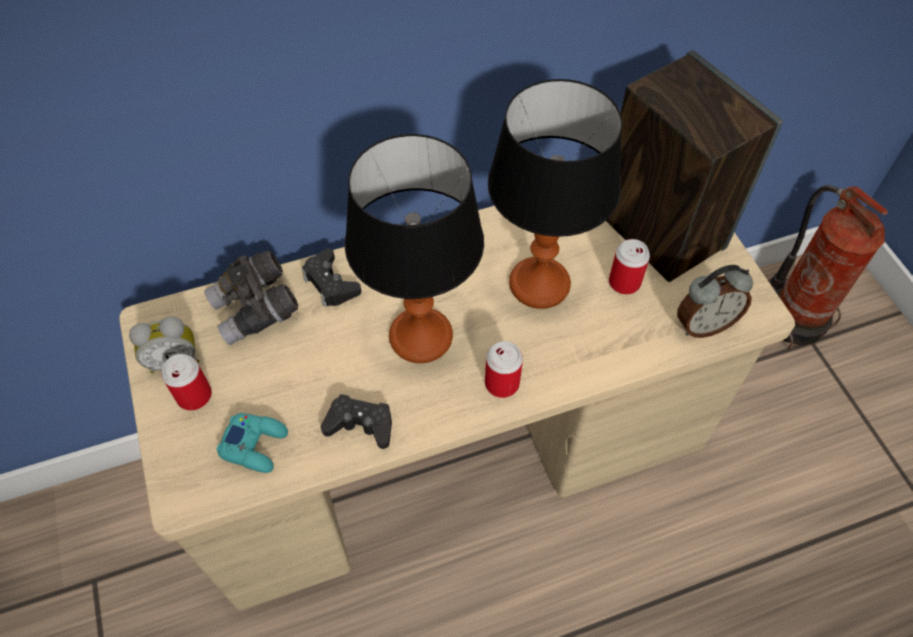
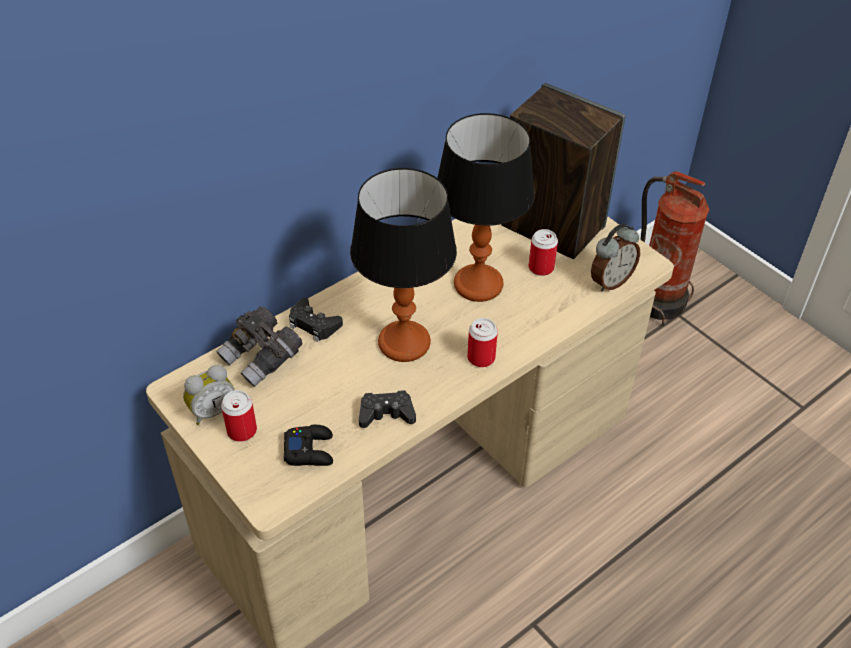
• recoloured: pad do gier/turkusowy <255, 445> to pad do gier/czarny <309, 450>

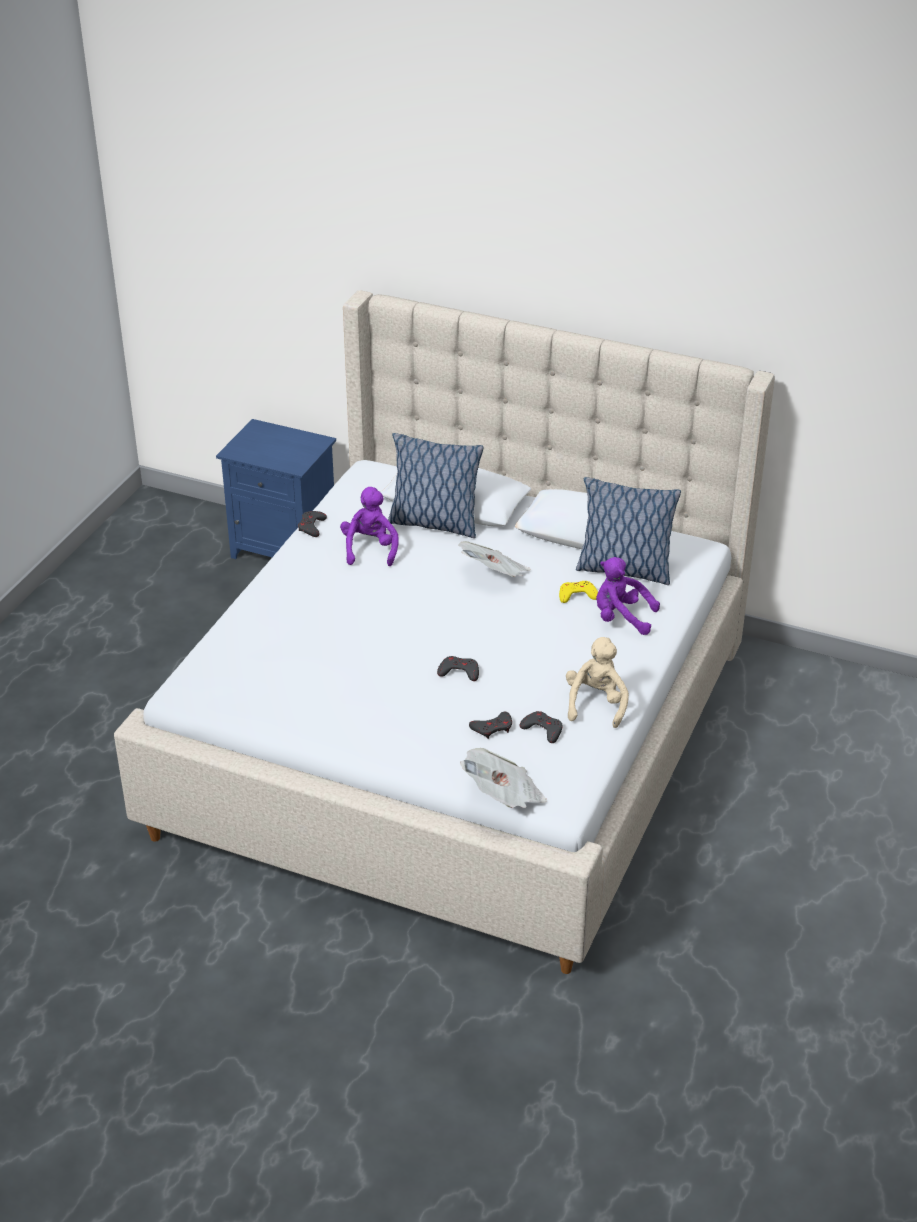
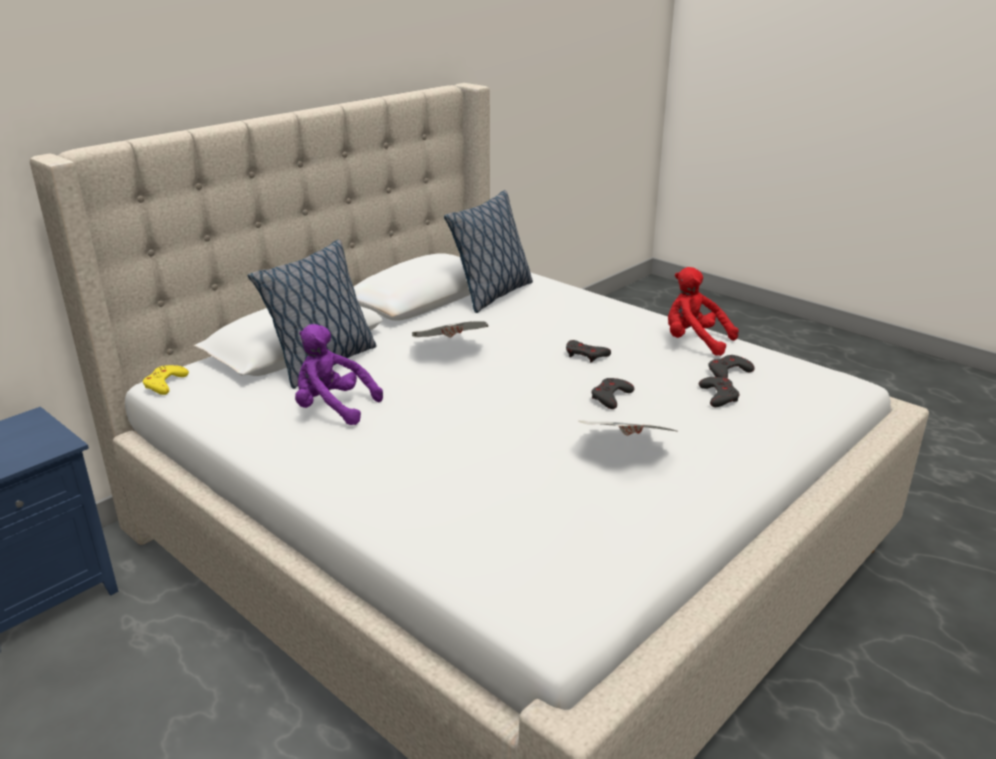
• moved: pad do gier/żółty <577, 595> to <165, 384>
• moved: pad do gier/szary <311, 526> to <586, 355>
• moved: gazeta <503, 796> to <627, 449>
• recoloured: pluszak/beżowy <596, 704> to pluszak/czerwony <694, 342>
• removed: pluszak/fioletowy <621, 618>

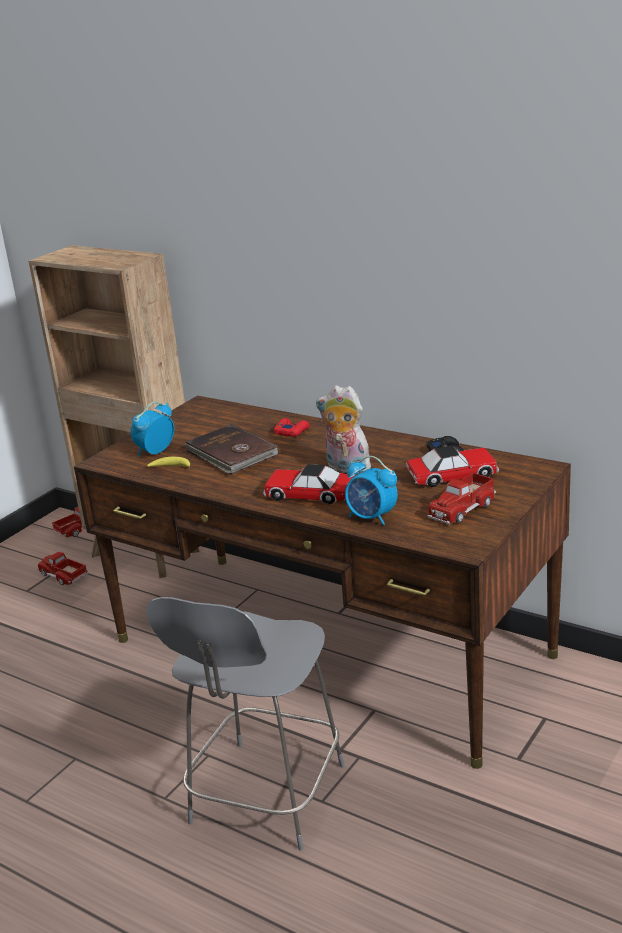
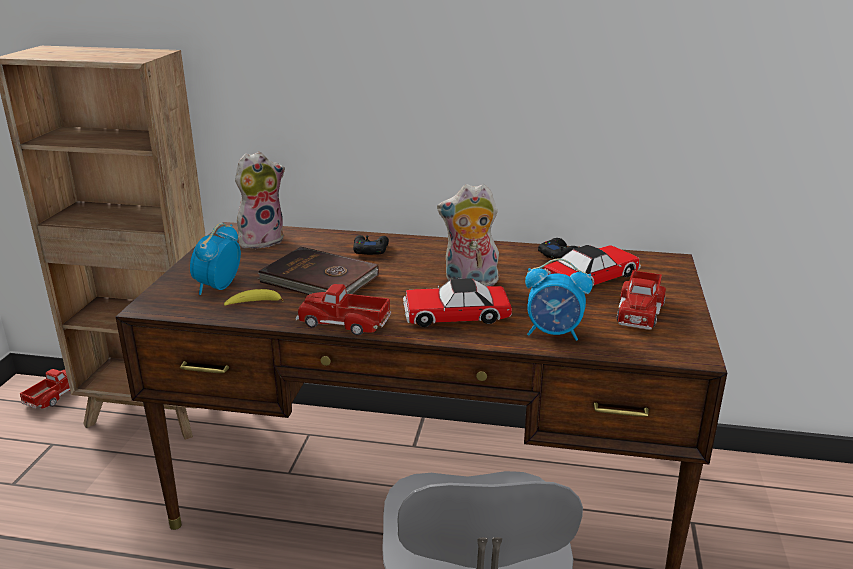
• added: pluszak <262, 240>
• moved: ciężarówka zabawkowa <63, 575> to <343, 322>
• recoloured: pad do gier/czerwony <291, 431> to pad do gier/czarny <370, 250>

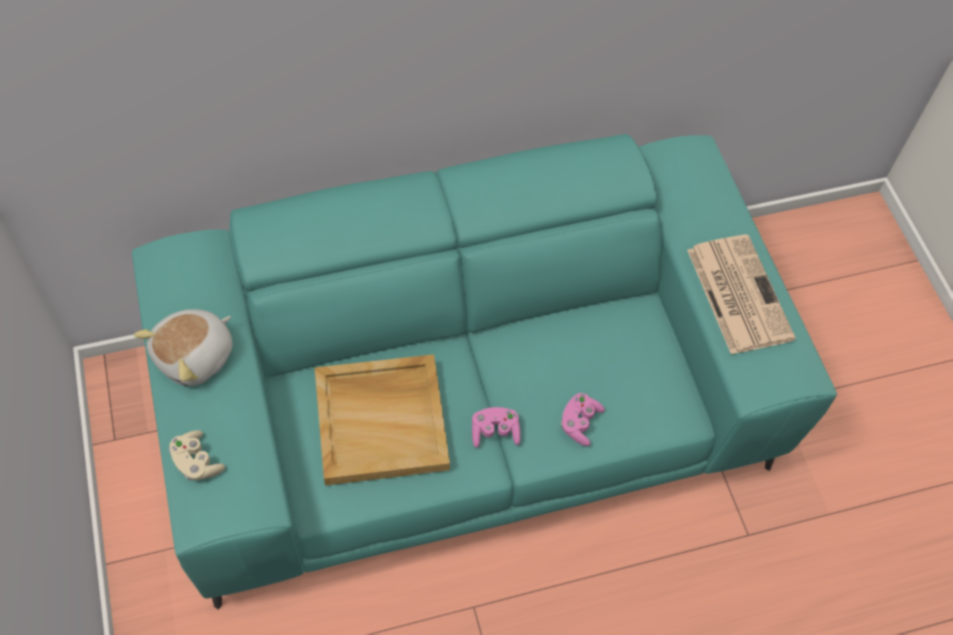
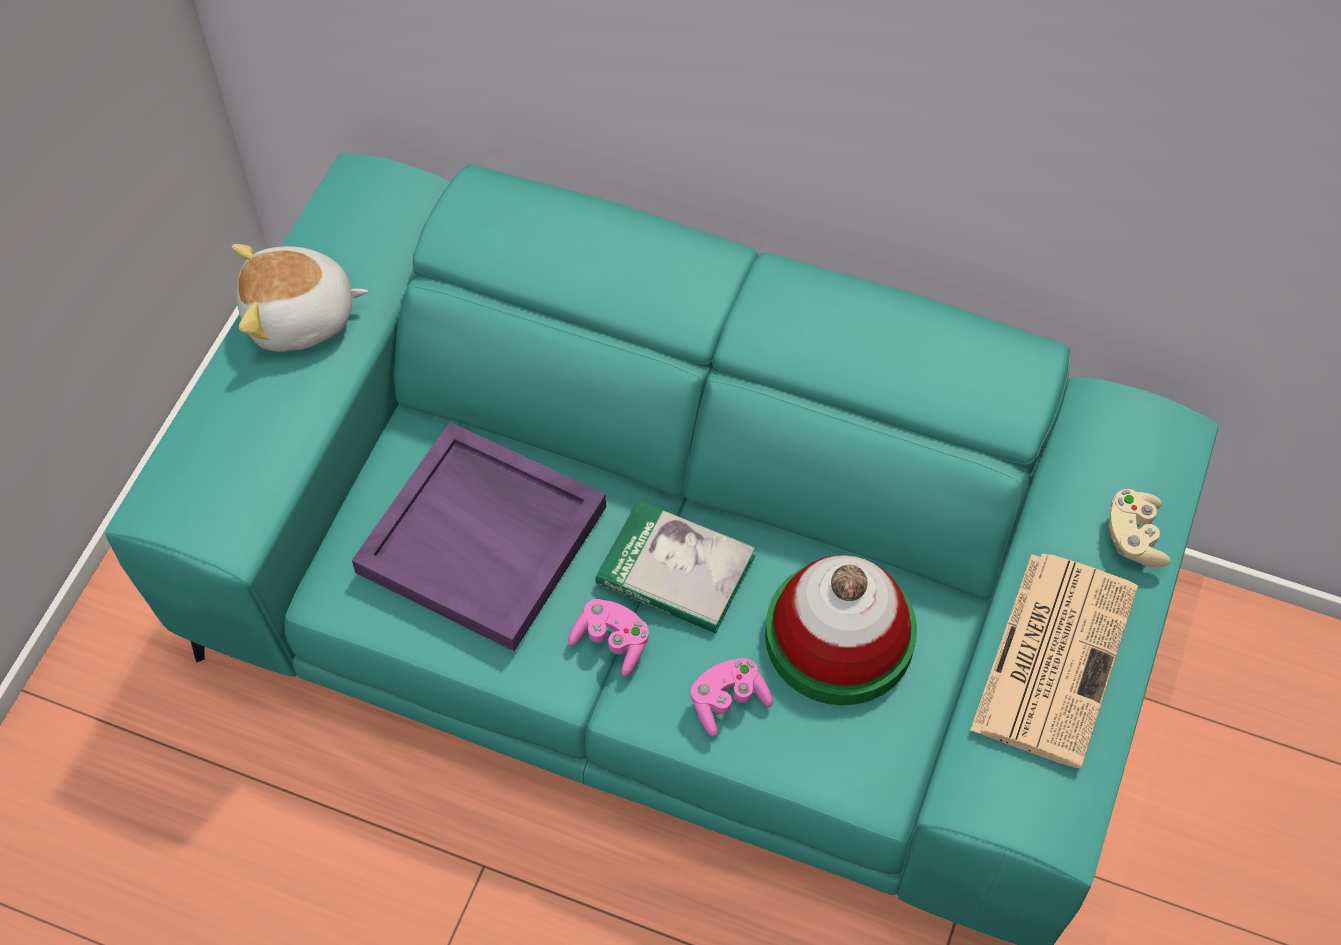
• recoloured: taca/beżowy <382, 420> to taca/fioletowy <484, 538>
• added: książka <675, 570>
• added: kapelusz <839, 636>
• moved: pad do gier/beżowy <197, 462> to <1134, 537>

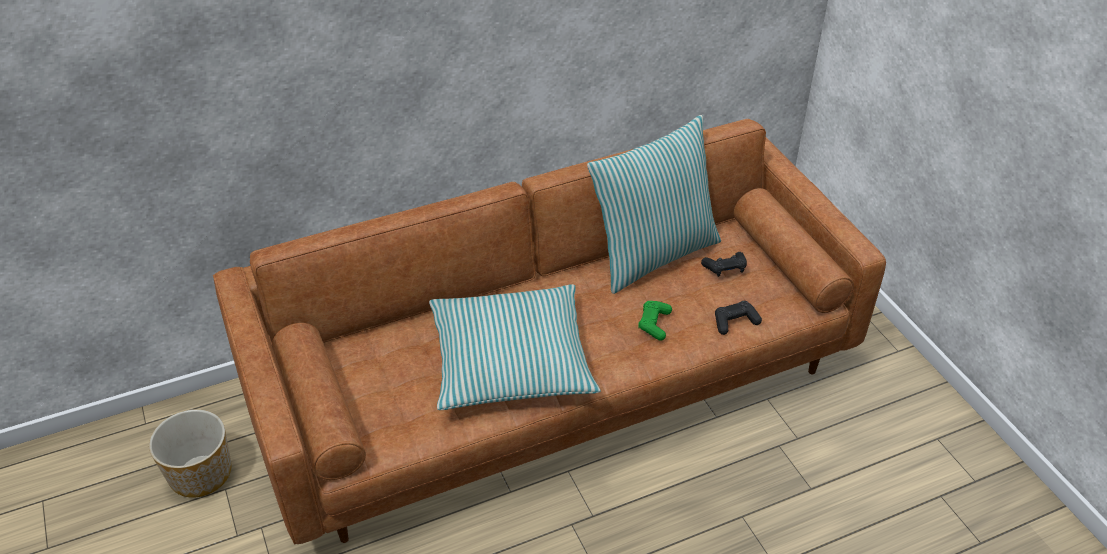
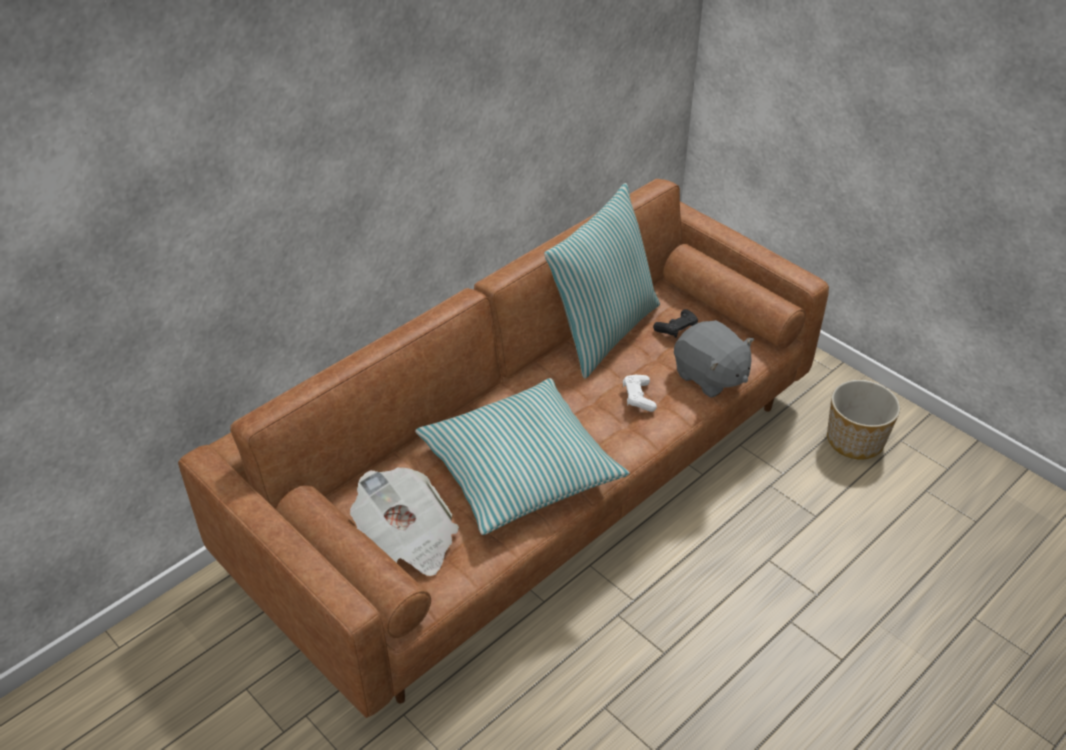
• added: gazeta <408, 539>
• recoloured: pad do gier/zielony <654, 324> to pad do gier/biały <638, 397>
• replaced: pad do gier/czarny <735, 322> to pluszak/szary <710, 377>
• moved: donica <202, 474> to <855, 440>

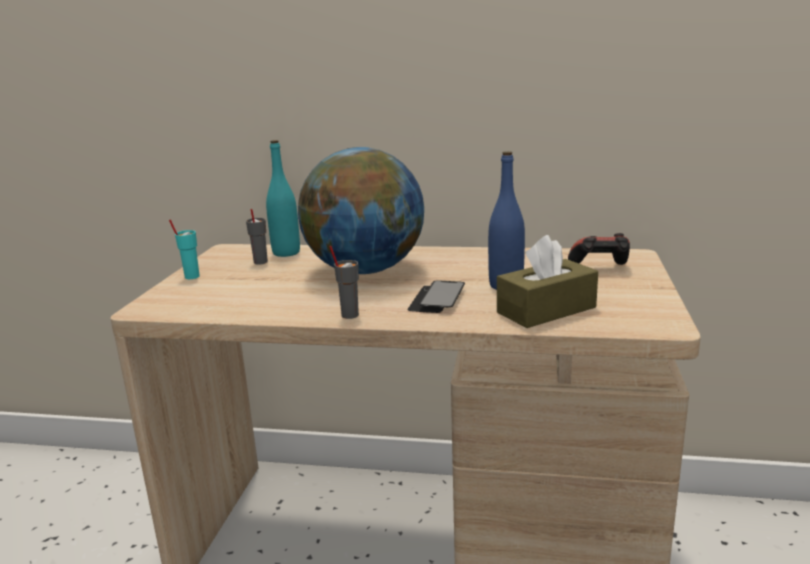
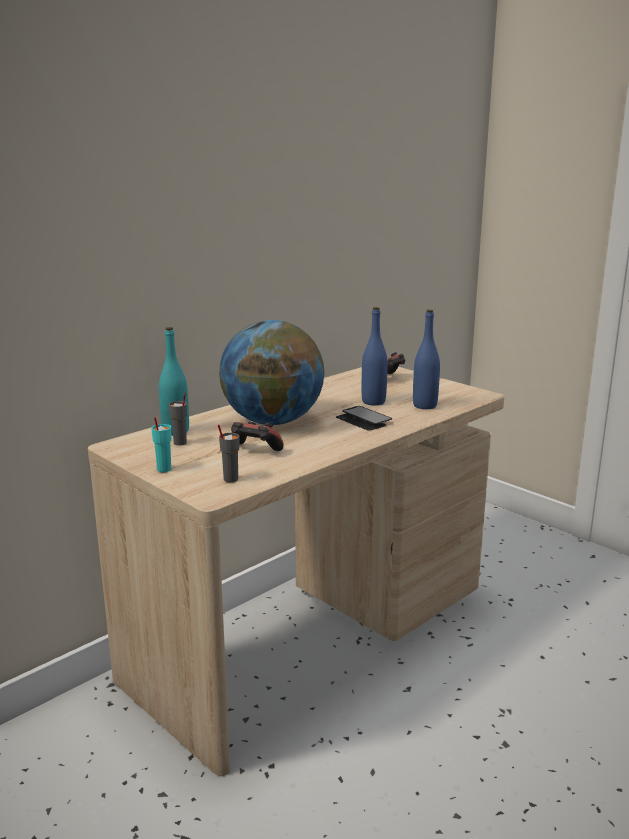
• moved: filiżanka/szary <349, 315> to <230, 479>
• added: pad do gier <255, 451>
• replaced: pudełko chusteczek/brązowy <546, 310> to butelka/niebieski <425, 405>

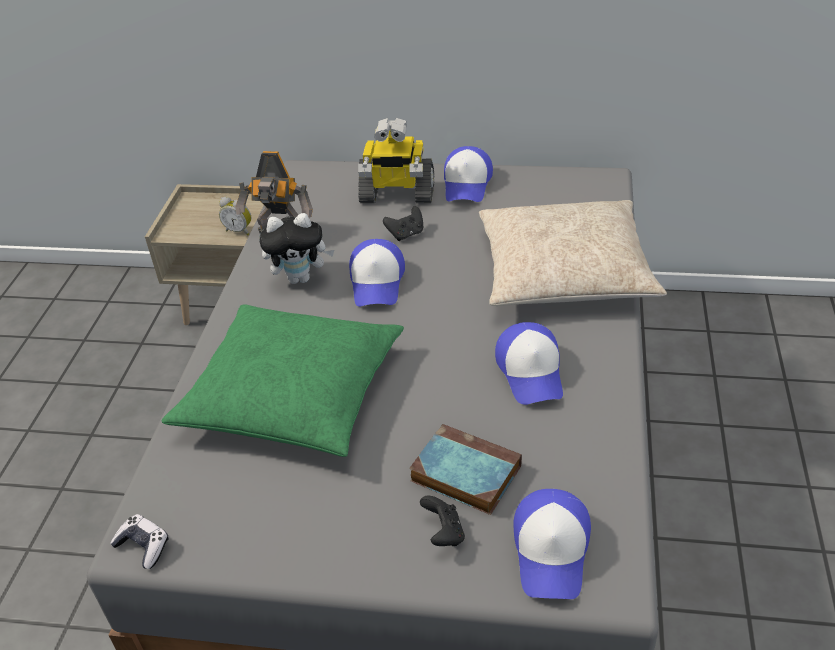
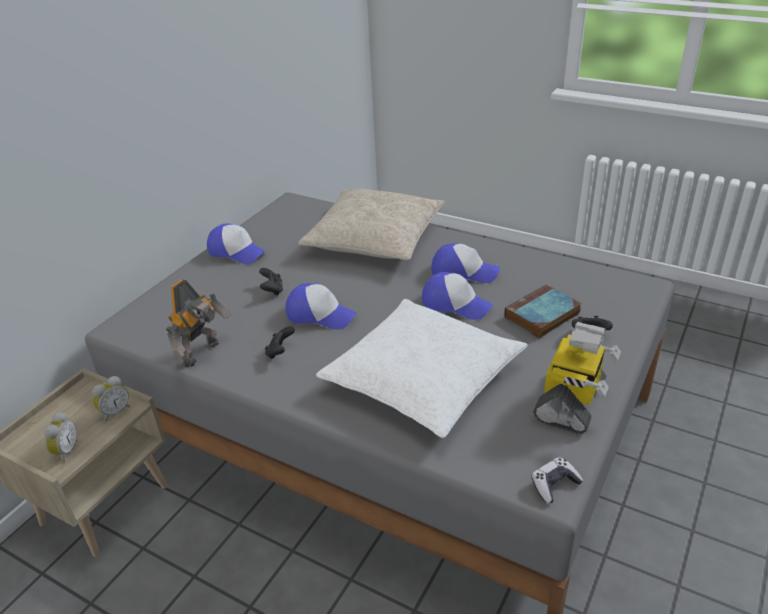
• added: budzik <65, 451>
• replaced: pluszak <301, 278> to pad do gier/czarny <280, 352>
• recoloured: poduszka/zielony <292, 394> to poduszka/biały <422, 378>
• moved: czapka z daszkiem <552, 551> to <456, 304>
• moved: robot zabawkowy <396, 194> to <571, 402>

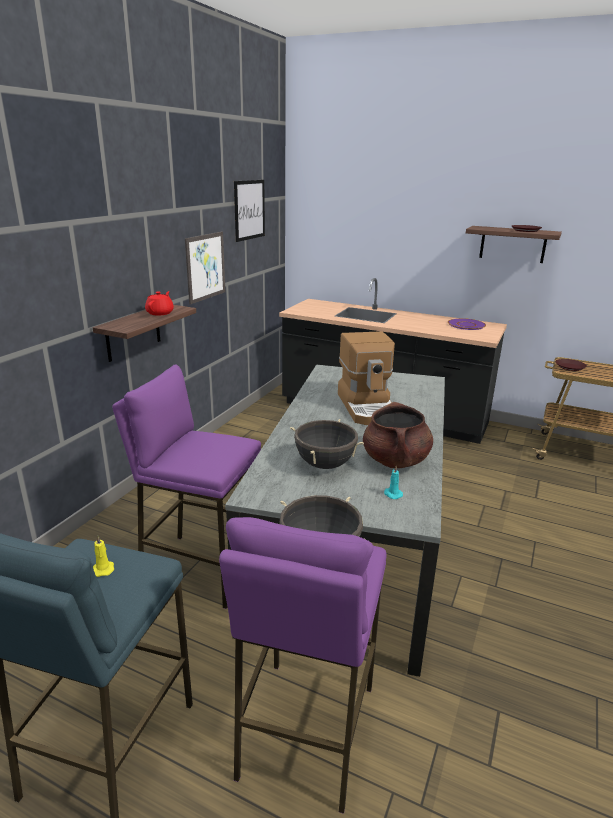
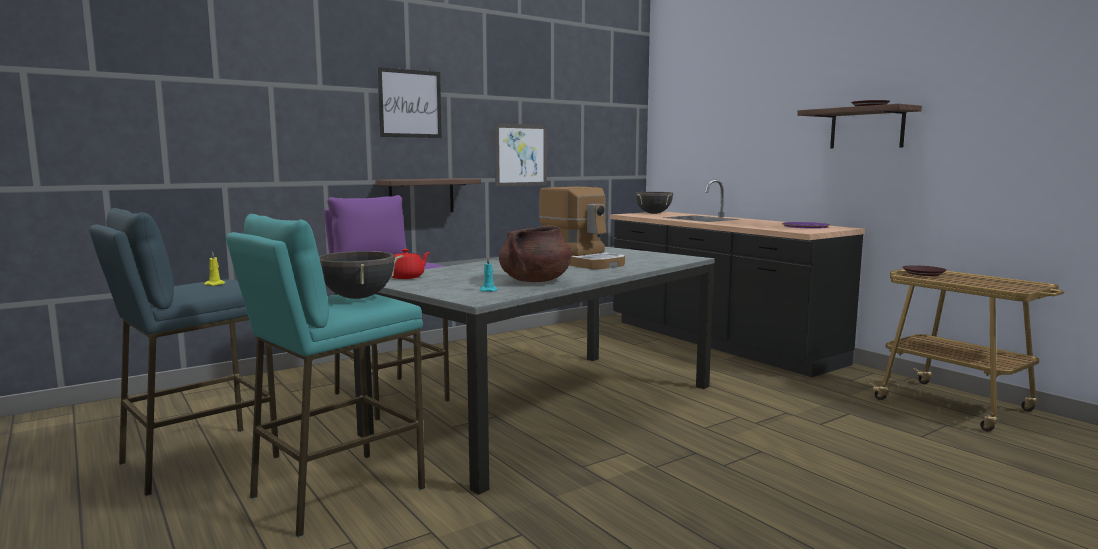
• recoloured: stołek/fioletowy <305, 730> to stołek/turkusowy <336, 492>
• moved: obraz <249, 210> to <410, 104>
• moved: imbryk/czerwony <160, 313> to <407, 277>
• turned: ekspres do kawy <368, 407> = <583, 262> 60 degrees counterclockwise
• moved: garnek/czarny <325, 464> to <653, 213>

